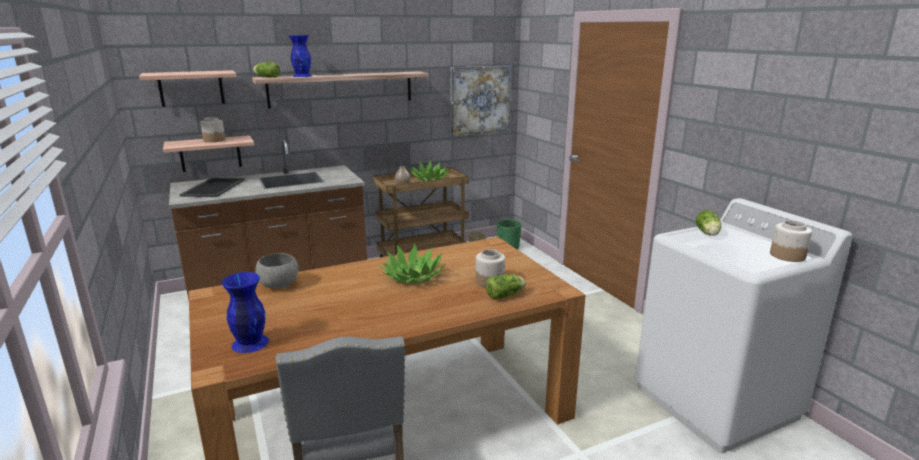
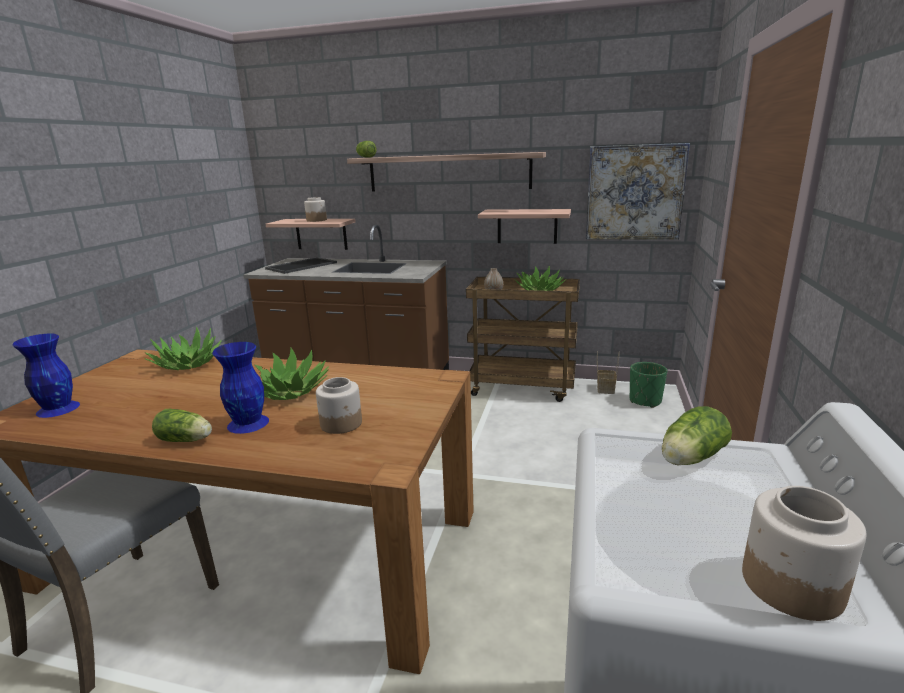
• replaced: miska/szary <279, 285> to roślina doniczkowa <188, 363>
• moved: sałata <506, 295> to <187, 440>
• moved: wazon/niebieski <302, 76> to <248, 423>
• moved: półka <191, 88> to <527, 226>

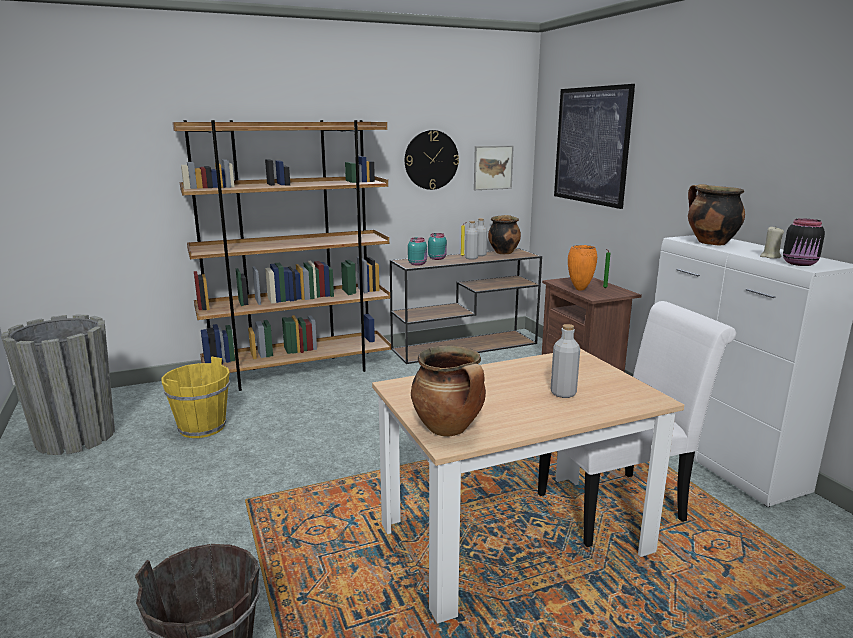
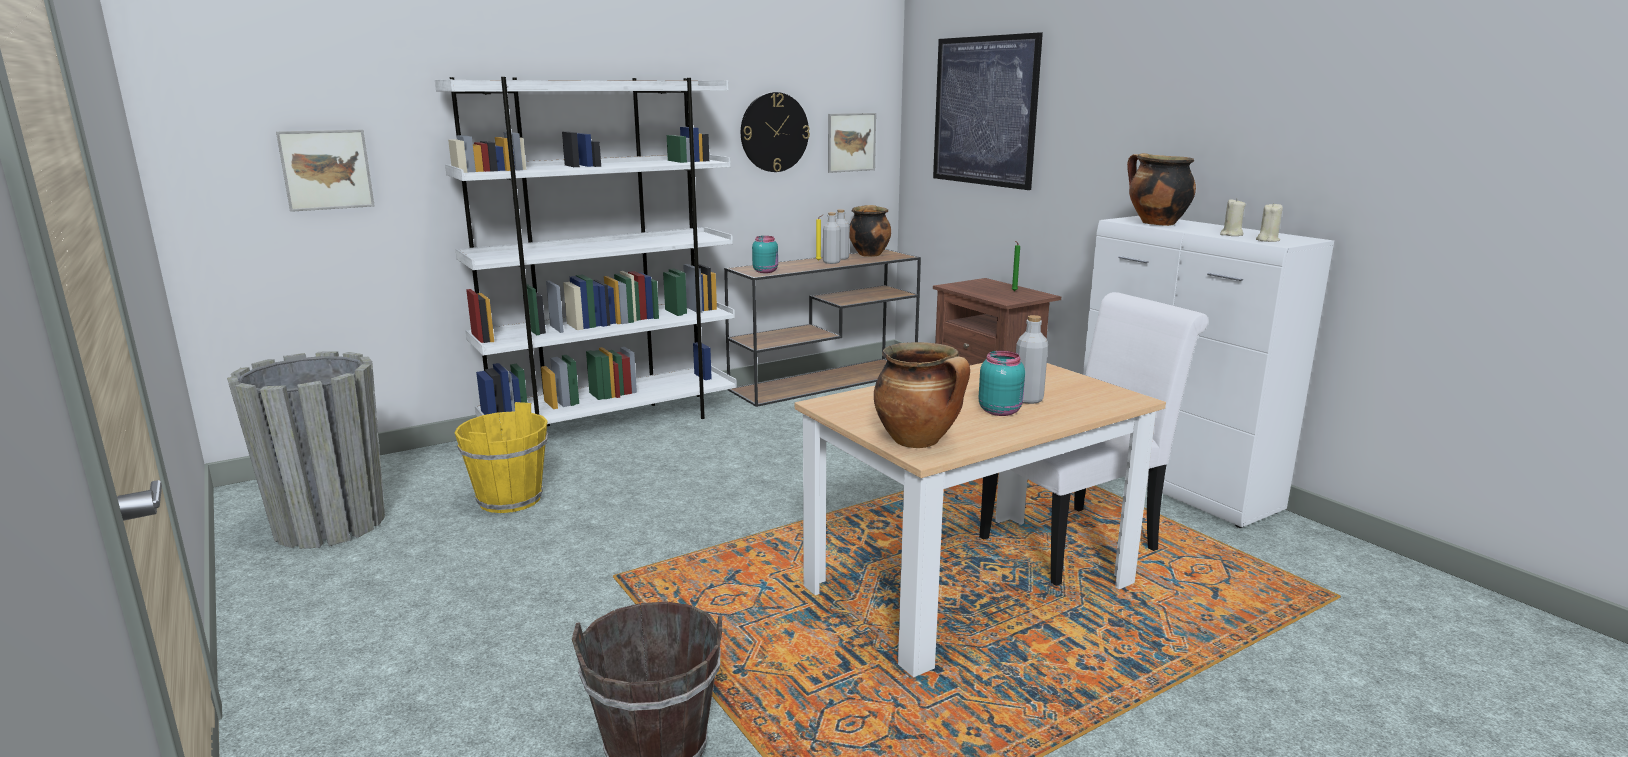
• added: obraz <326, 170>
• recoloured: regał/brązowy <299, 371> to regał/biały <614, 424>
• moved: słoik/turkusowy <437, 258> to <1000, 411>
• replaced: słoik/czarny <800, 264> to świeca/beżowy <1267, 240>
• removed: wazon/pomarańczowy <579, 289>

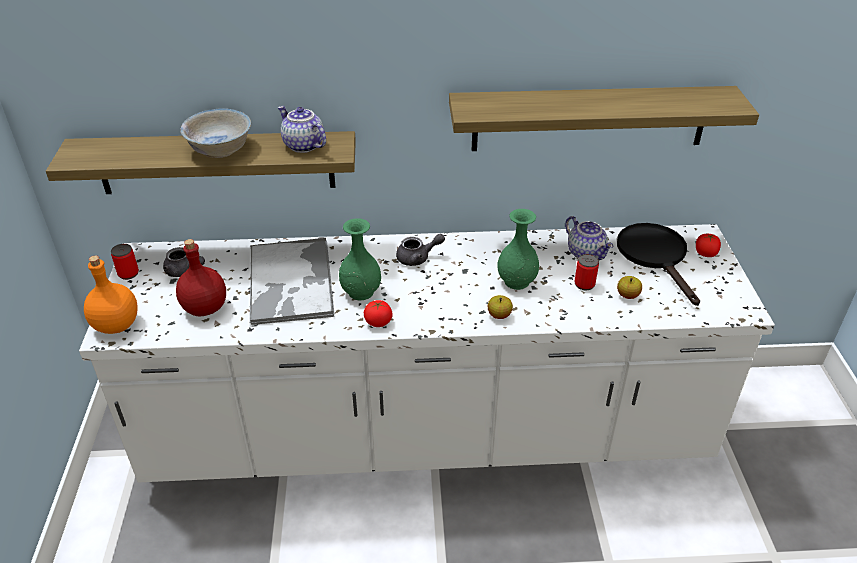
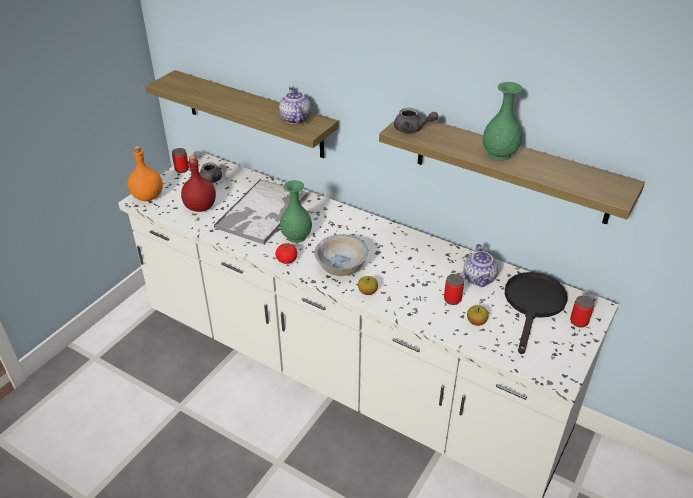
• moved: miska/biały <220, 149> to <341, 267>
• moved: imbryk/szary <418, 258> to <412, 129>
• moved: wazon/zielony <517, 281> to <499, 154>
• replaced: pomidor <705, 254> to puszka <579, 321>

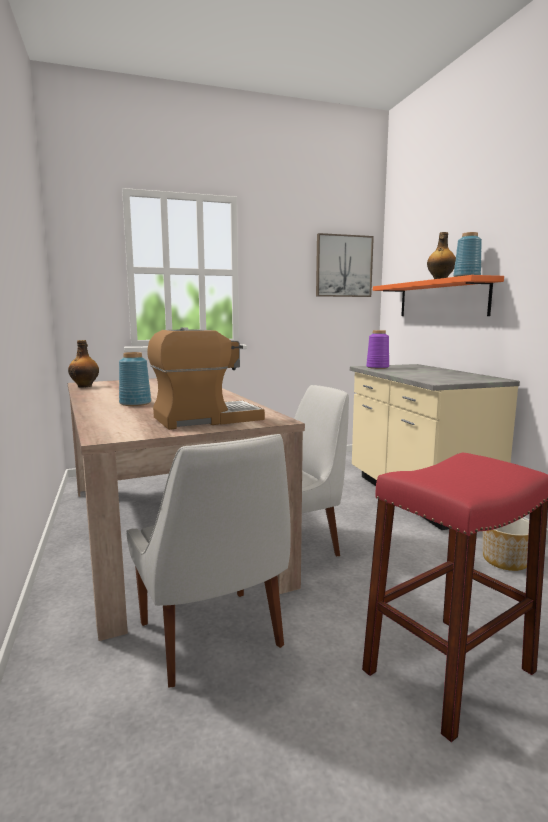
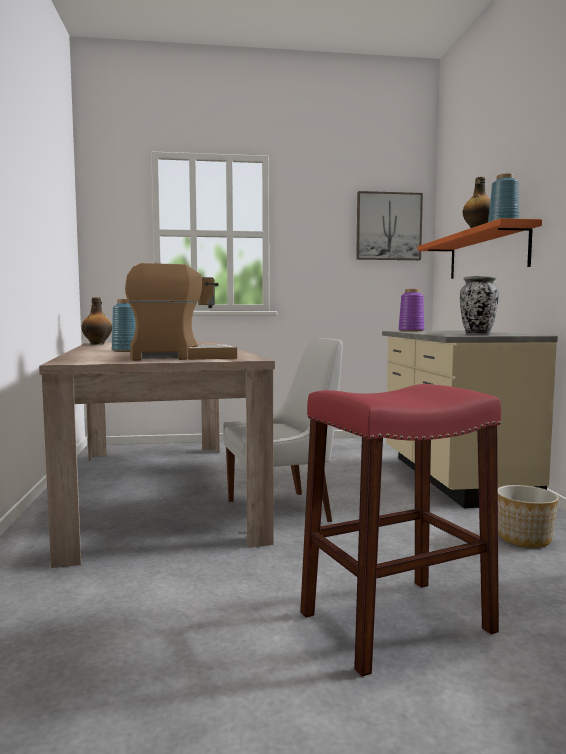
• added: wazon <477, 334>
• removed: krzesło/biały <212, 638>

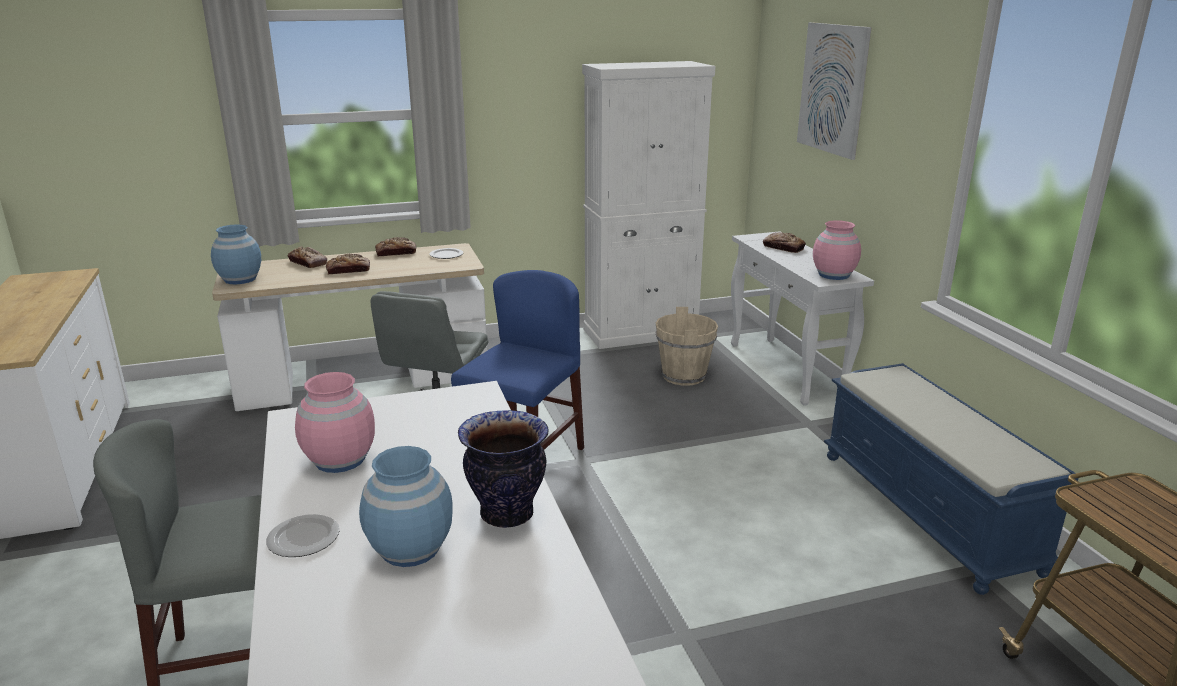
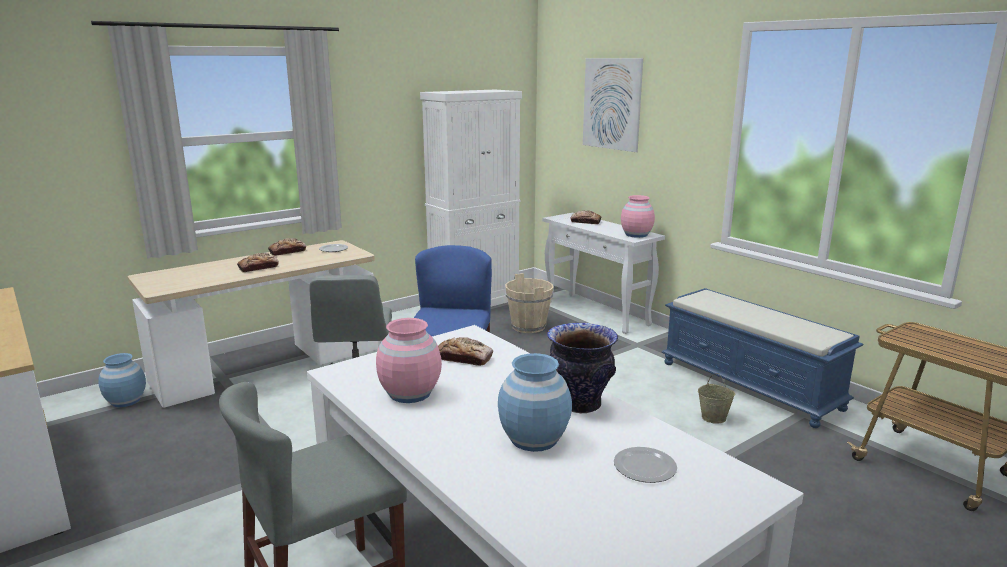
• moved: wazon/niebieski <240, 279> to <126, 400>
• moved: chleb <308, 263> to <464, 358>
• moved: talerz <302, 539> to <645, 468>
• added: wiadro/beżowy <714, 418>

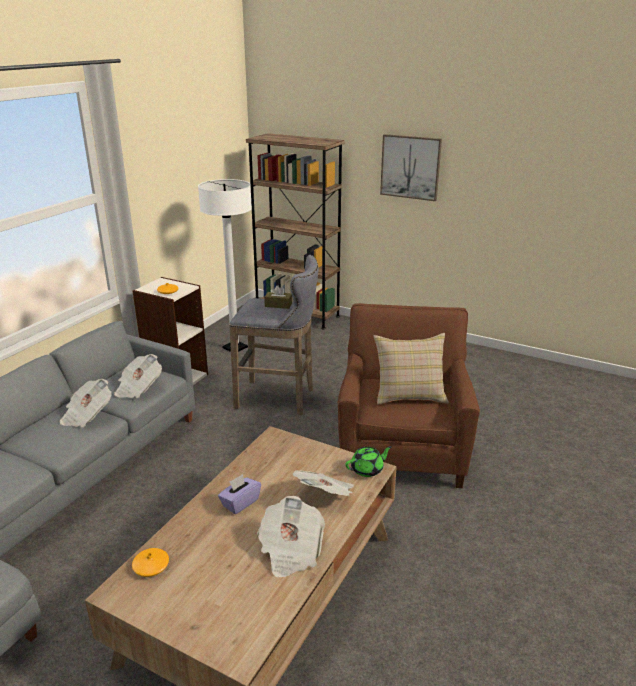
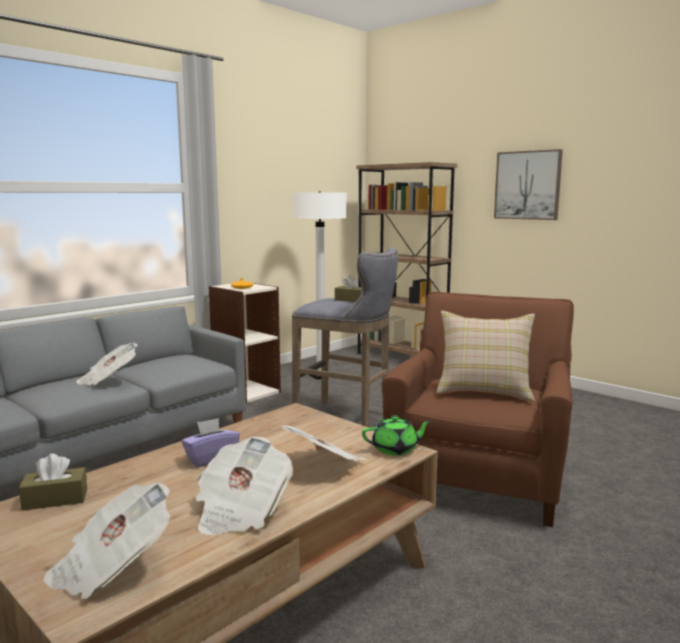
• replaced: wazon/pomarańczowy <151, 566> to pudełko chusteczek/brązowy <55, 499>
• moved: gazeta <138, 388> to <111, 567>

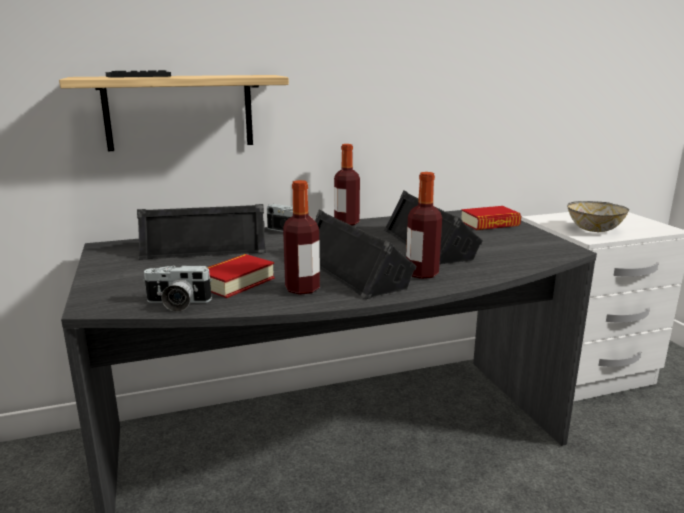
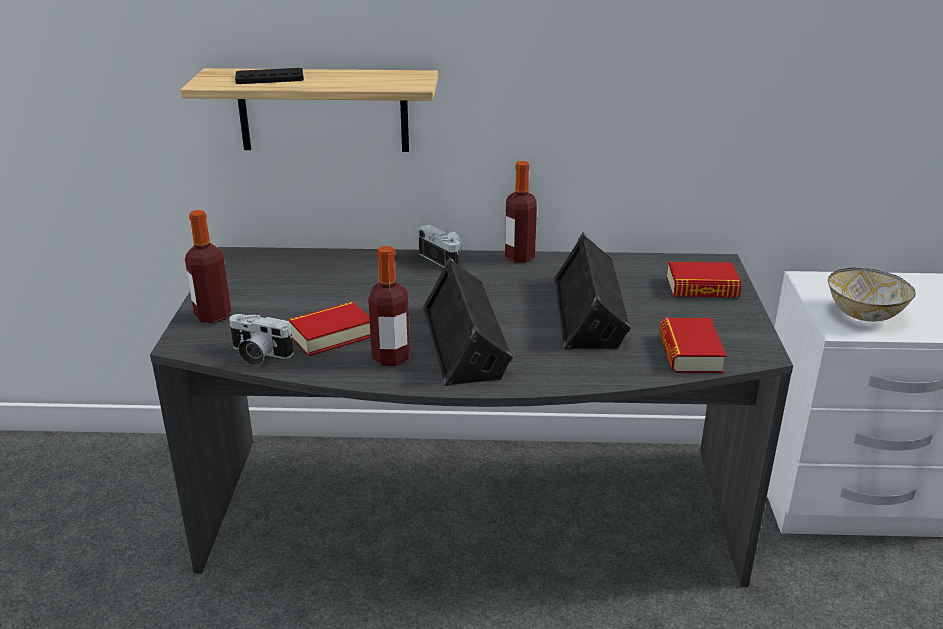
• moved: butelka <422, 274> to <213, 316>
• added: książka <690, 353>
• removed: głośnik/czarny <205, 247>

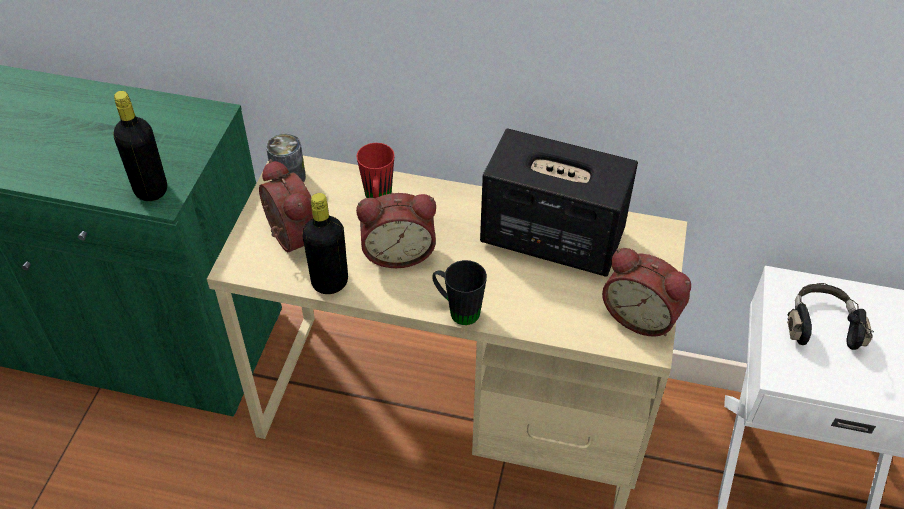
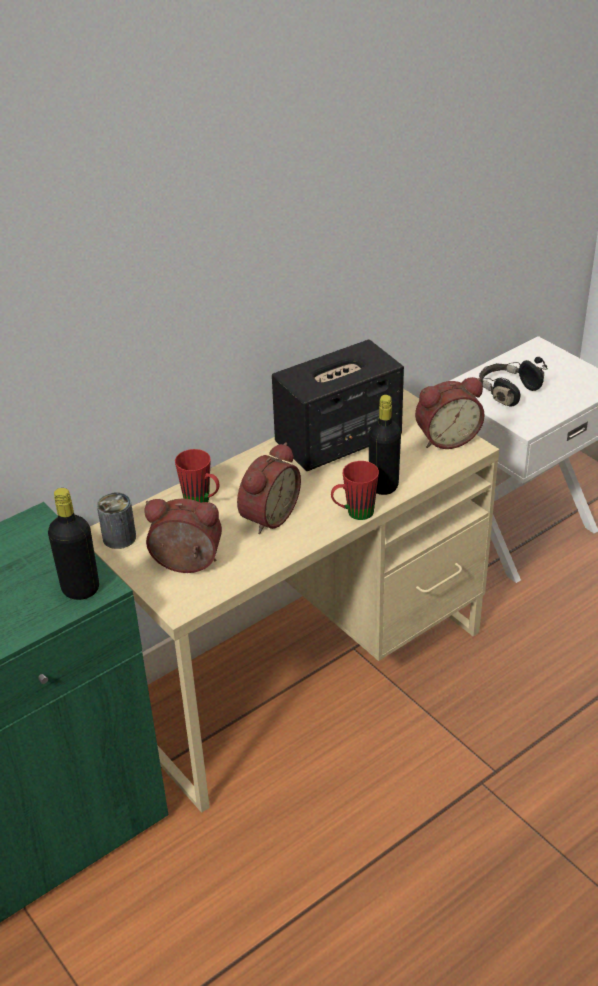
• recoloured: kubek/czarny <457, 310> to kubek/czerwony <354, 514>
• moved: butelka/czarny <330, 282> to <383, 486>

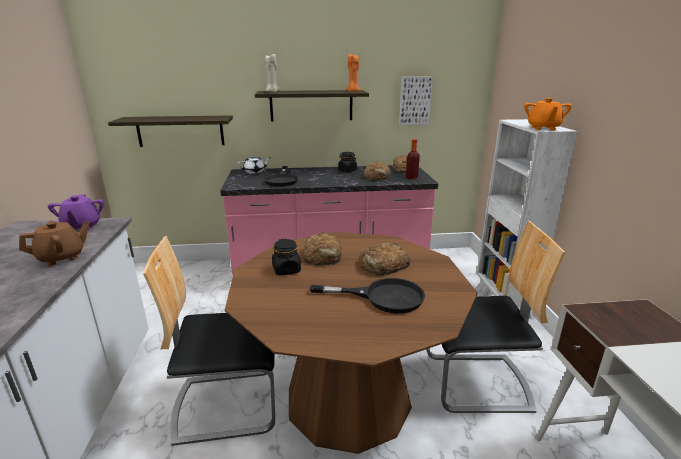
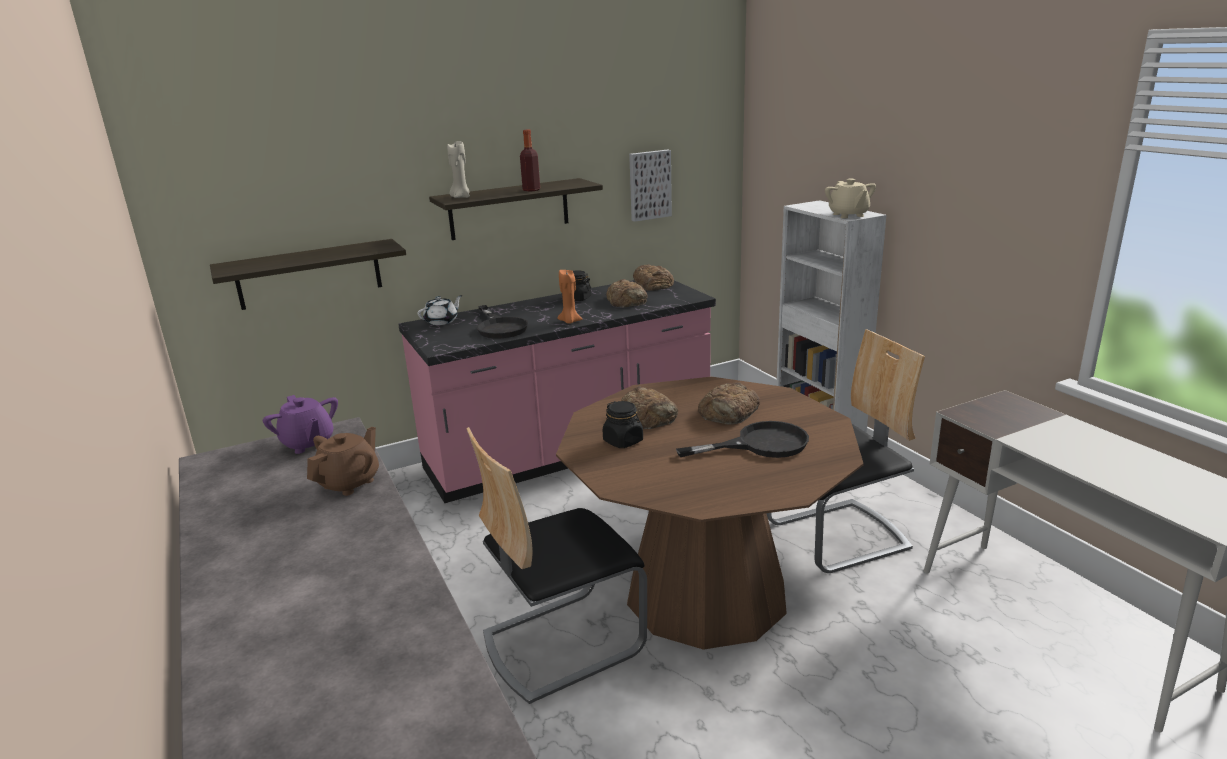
• moved: butelka <411, 178> to <531, 190>
• moved: świeca/pomarańczowy <352, 91> to <569, 321>
• recoloured: imbryk/pomarańczowy <543, 128> to imbryk/beżowy <848, 215>

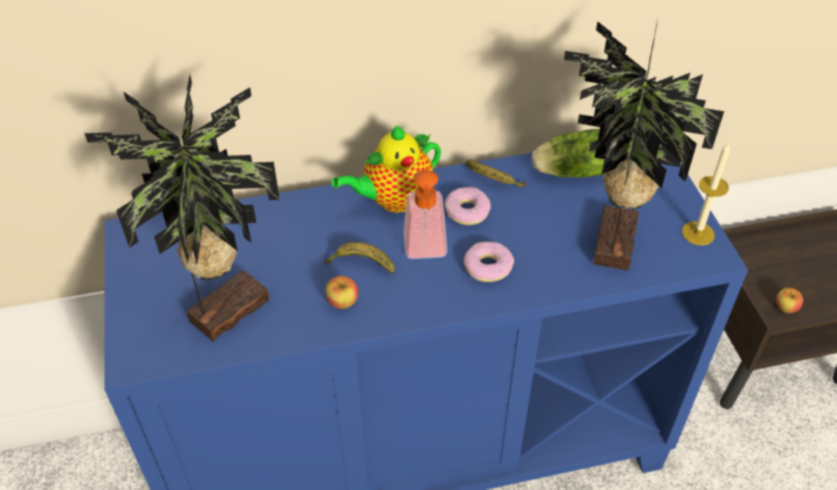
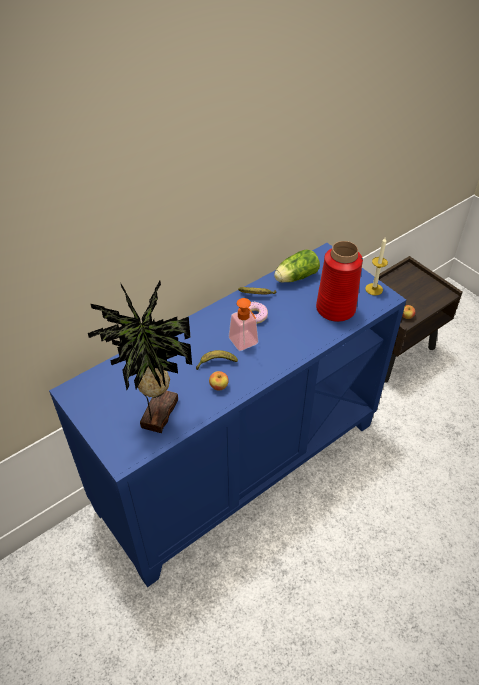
• replaced: roślina doniczkowa <609, 243> to wazon/czerwony <335, 308>
• removed: imbryk <394, 200>
• removed: donut <487, 267>

